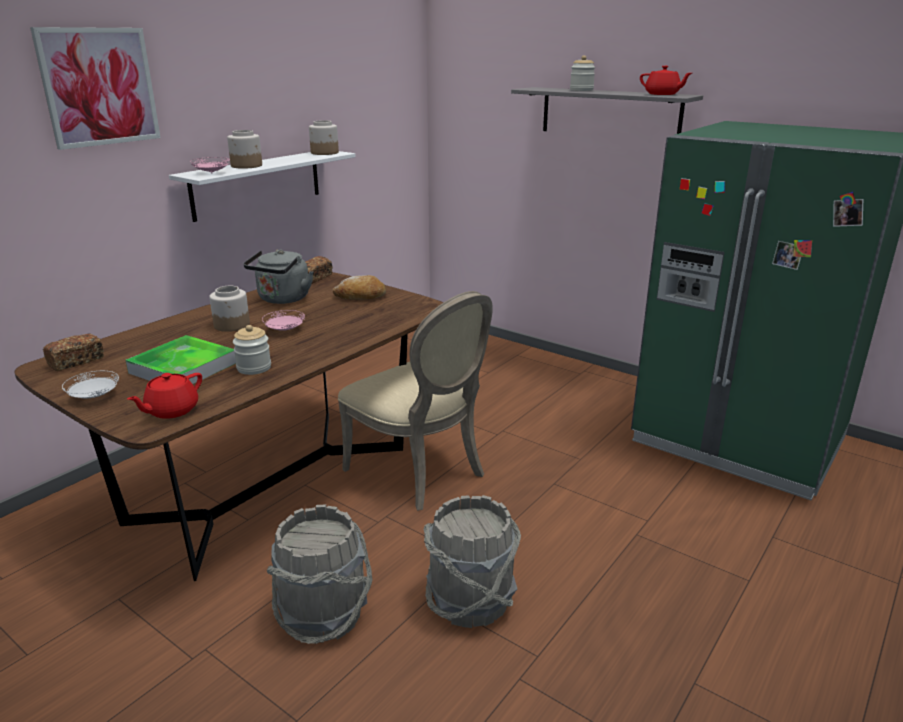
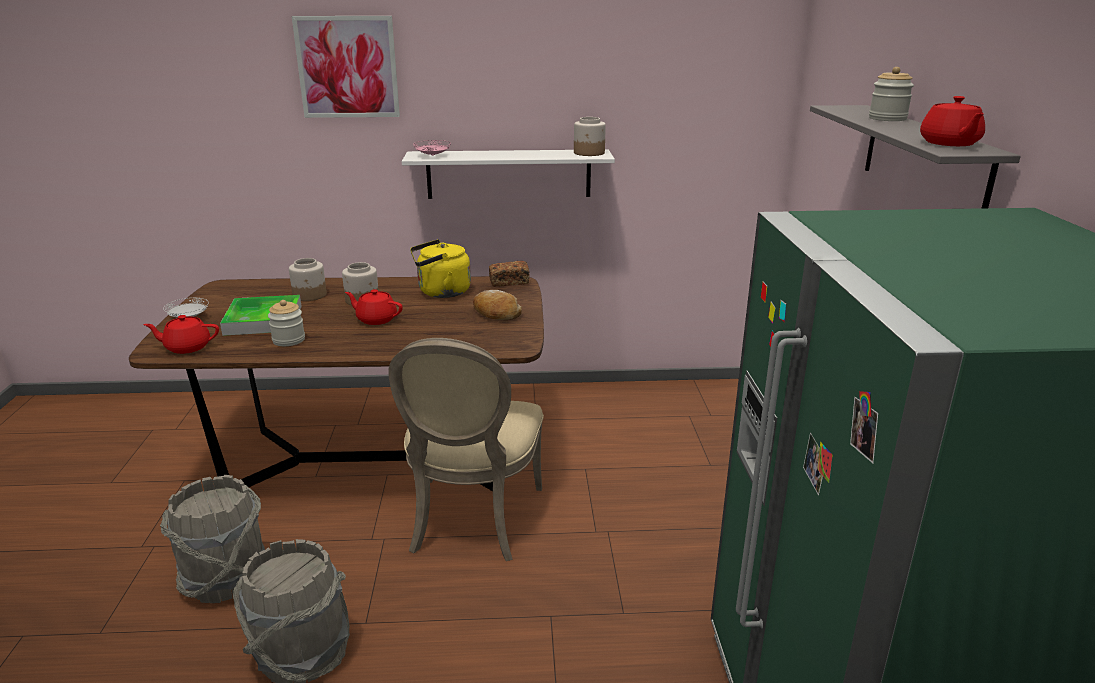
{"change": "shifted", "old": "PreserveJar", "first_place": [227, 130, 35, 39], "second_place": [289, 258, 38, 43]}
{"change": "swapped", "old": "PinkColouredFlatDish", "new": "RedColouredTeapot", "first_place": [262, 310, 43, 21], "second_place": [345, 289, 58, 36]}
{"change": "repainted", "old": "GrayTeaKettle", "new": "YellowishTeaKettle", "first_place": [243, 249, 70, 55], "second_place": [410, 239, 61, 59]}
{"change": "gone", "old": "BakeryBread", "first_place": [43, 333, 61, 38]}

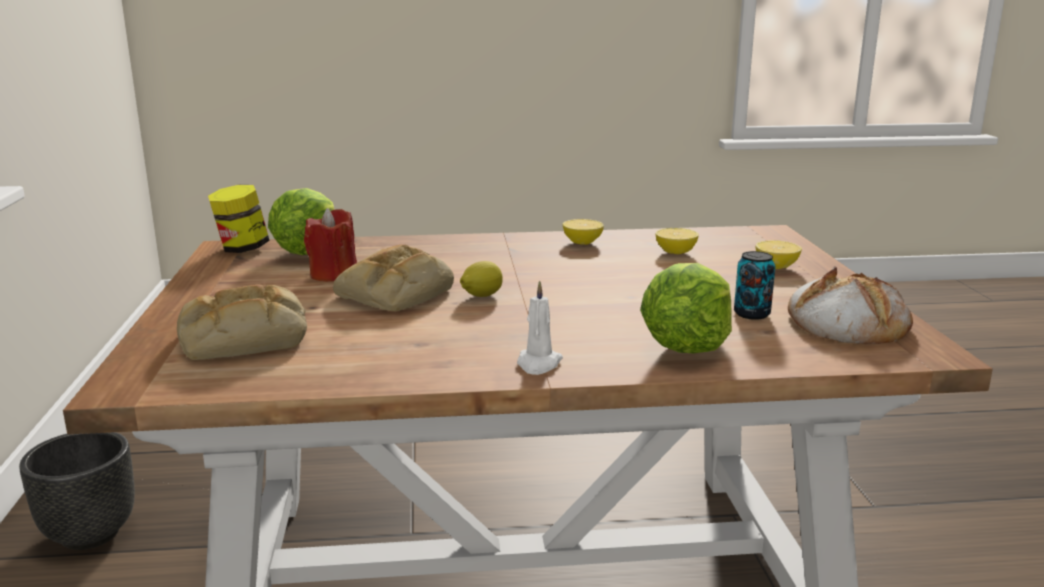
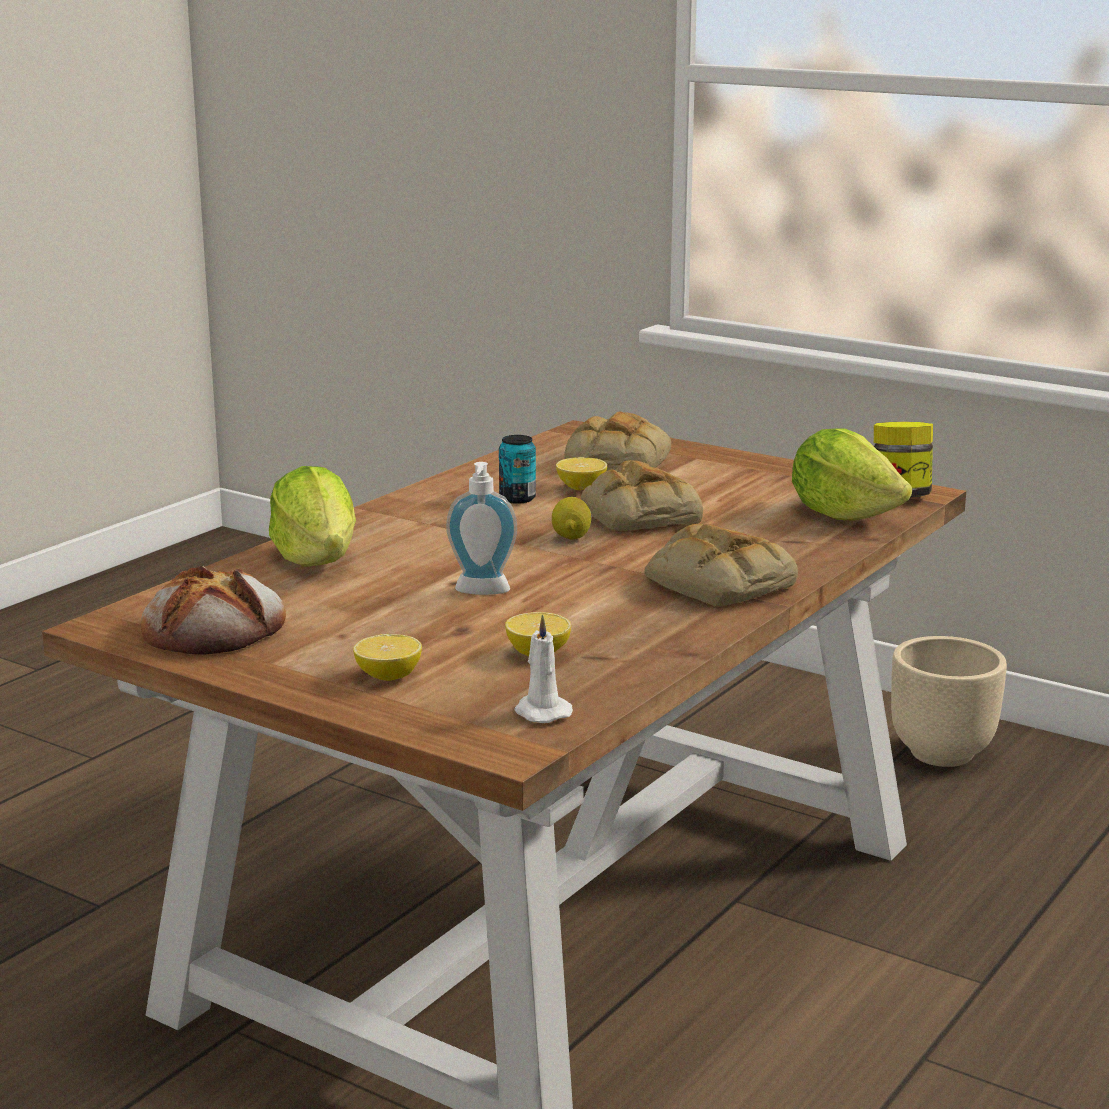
{"change": "new", "new": "LiquidSoapBottle", "second_place": [446, 462, 71, 133]}
{"change": "shifted", "old": "Can", "first_place": [734, 251, 41, 69], "second_place": [499, 435, 37, 69]}
{"change": "shifted", "old": "WhiteCandle", "first_place": [517, 280, 46, 95], "second_place": [514, 614, 59, 109]}
{"change": "shifted", "old": "WholeLemon", "first_place": [563, 219, 41, 26], "second_place": [556, 457, 51, 33]}
{"change": "new", "new": "BakeryBread", "second_place": [644, 524, 154, 82]}
{"change": "repainted", "old": "BlackPlanter", "new": "BeigePlanter", "first_place": [19, 432, 116, 118], "second_place": [891, 636, 116, 131]}
{"change": "gone", "old": "RedColouredCandle", "first_place": [304, 208, 53, 73]}

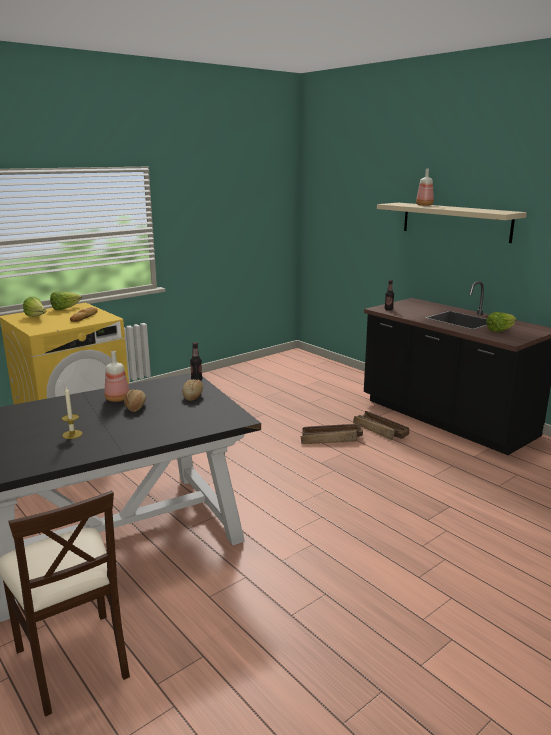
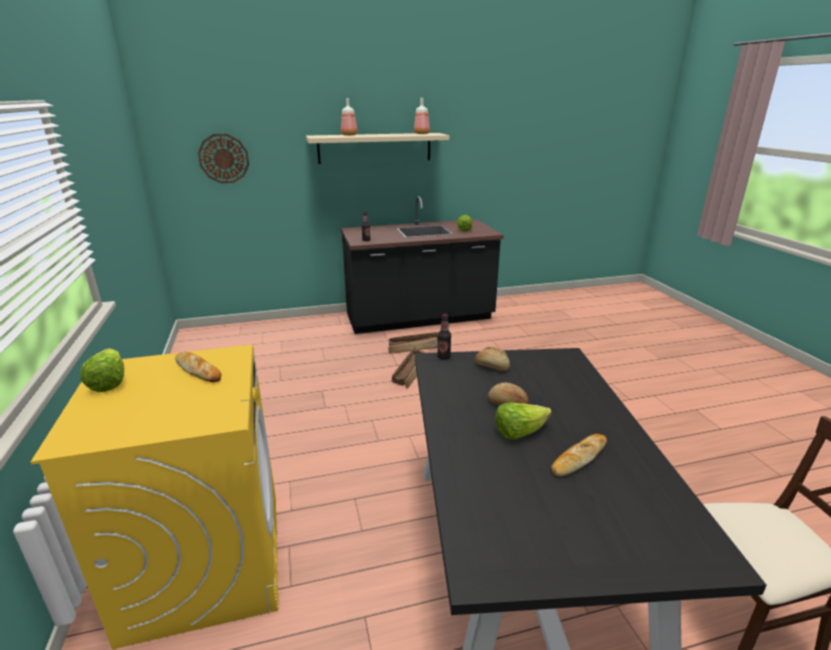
{"change": "new", "new": "WallClock", "second_place": [198, 134, 51, 49]}
{"change": "shifted", "old": "DrinkBottle", "first_place": [104, 351, 25, 51], "second_place": [414, 98, 16, 36]}
{"change": "shifted", "old": "LettuceHead", "first_place": [23, 297, 24, 20], "second_place": [495, 402, 57, 38]}
{"change": "swapped", "old": "Candle", "new": "BakeryBread", "first_place": [62, 386, 21, 53], "second_place": [551, 434, 56, 43]}

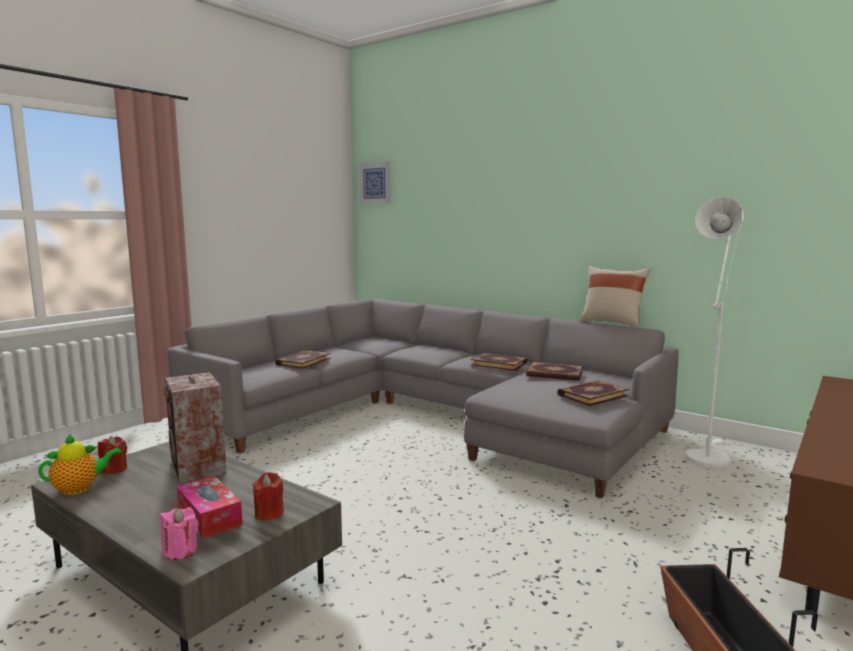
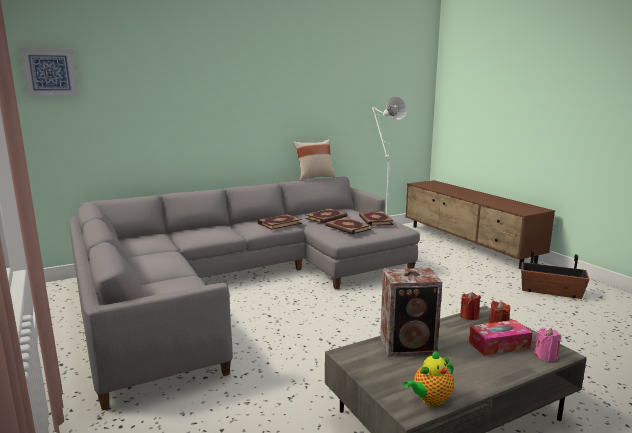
{"change": "shifted", "old": "Volume", "first_place": [275, 350, 56, 19], "second_place": [326, 217, 45, 18]}
{"change": "rotated", "old": "Teapot", "first_place": [38, 433, 83, 62], "second_place": [403, 350, 51, 56], "degrees": -120}
{"change": "shifted", "old": "RedColouredCandle", "first_place": [98, 436, 29, 38], "second_place": [460, 292, 21, 28]}

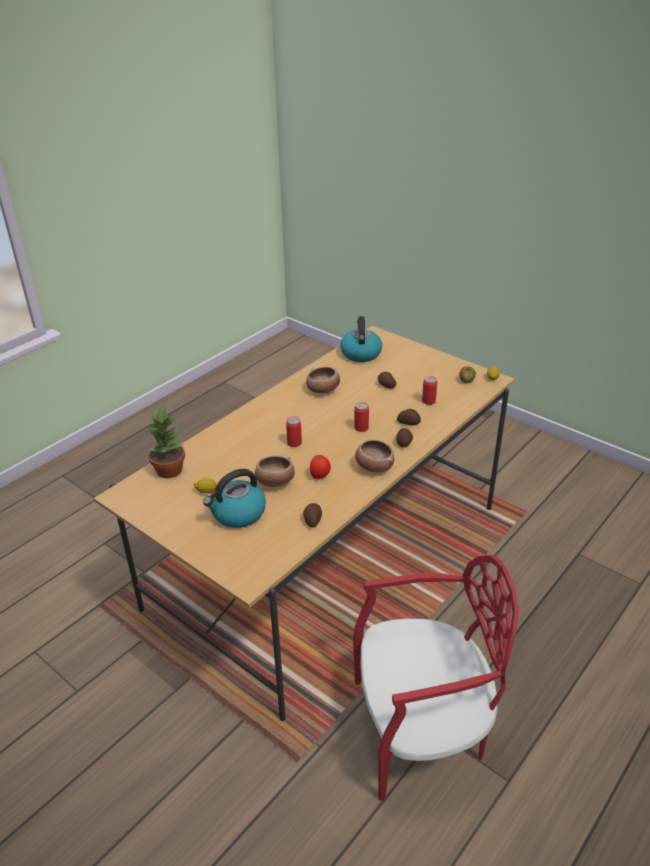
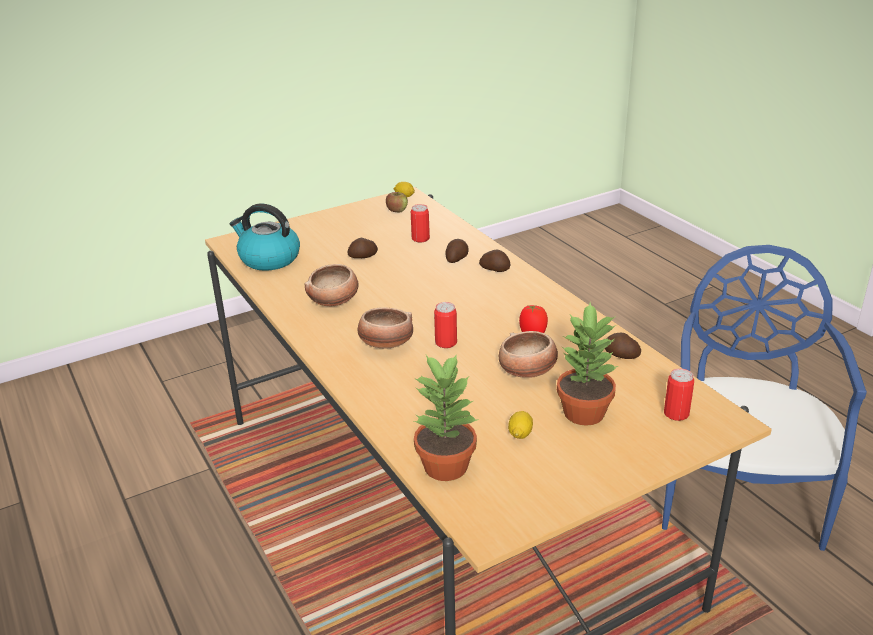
{"change": "shifted", "old": "Bowl", "first_place": [355, 440, 39, 33], "second_place": [358, 307, 55, 42]}
{"change": "swapped", "old": "TeaKettle", "new": "PottedPlant", "first_place": [203, 469, 63, 59], "second_place": [557, 303, 61, 123]}
{"change": "repainted", "old": "RedColouredUprightChair", "new": "BluishUprightChair", "first_place": [353, 555, 166, 246], "second_place": [662, 245, 205, 306]}
{"change": "shifted", "old": "Can", "first_place": [354, 402, 15, 30], "second_place": [664, 368, 30, 53]}

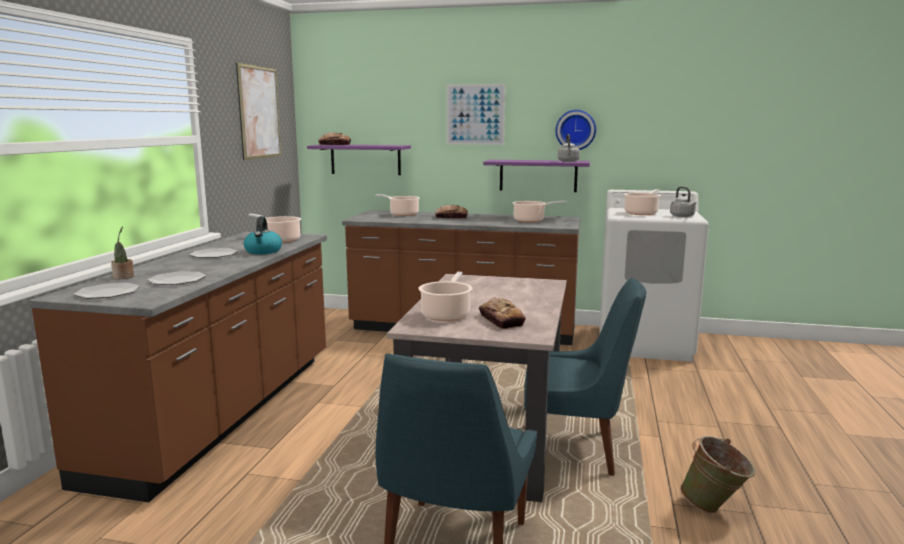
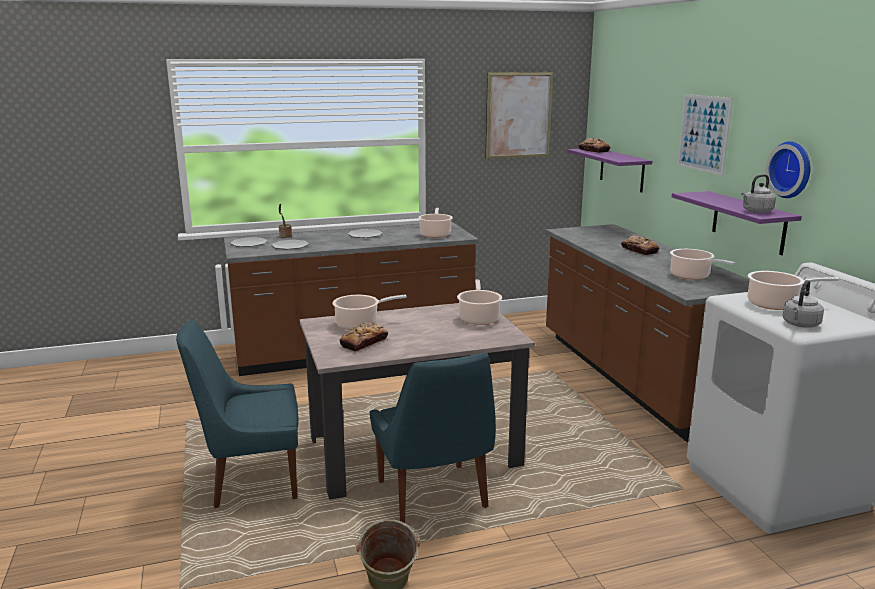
{"change": "shifted", "old": "CookingPot", "first_place": [375, 194, 45, 22], "second_place": [457, 280, 45, 45]}
{"change": "gone", "old": "TeaKettle", "first_place": [243, 216, 39, 38]}

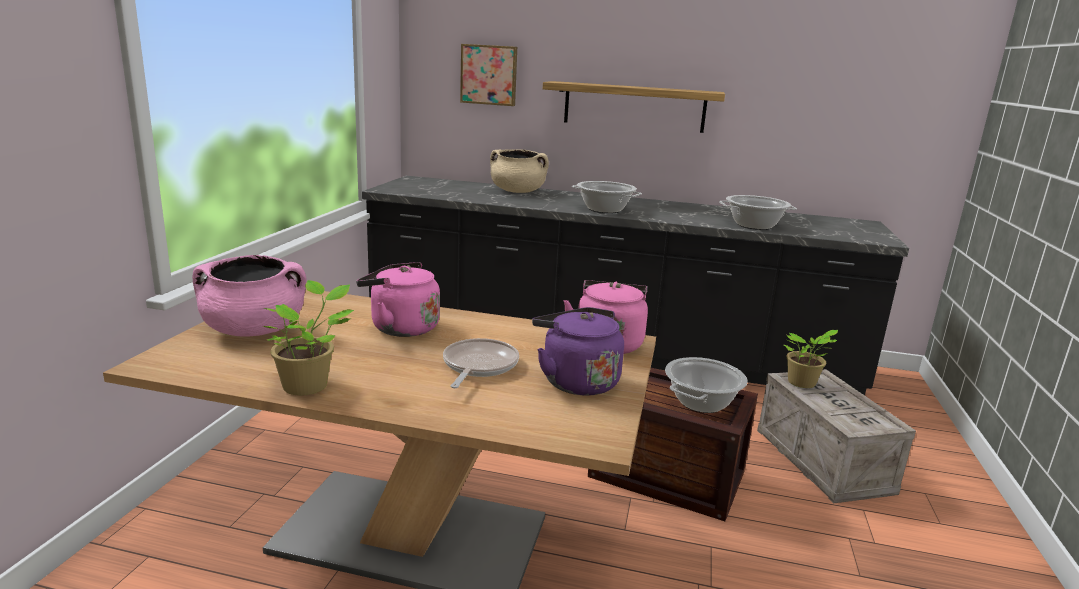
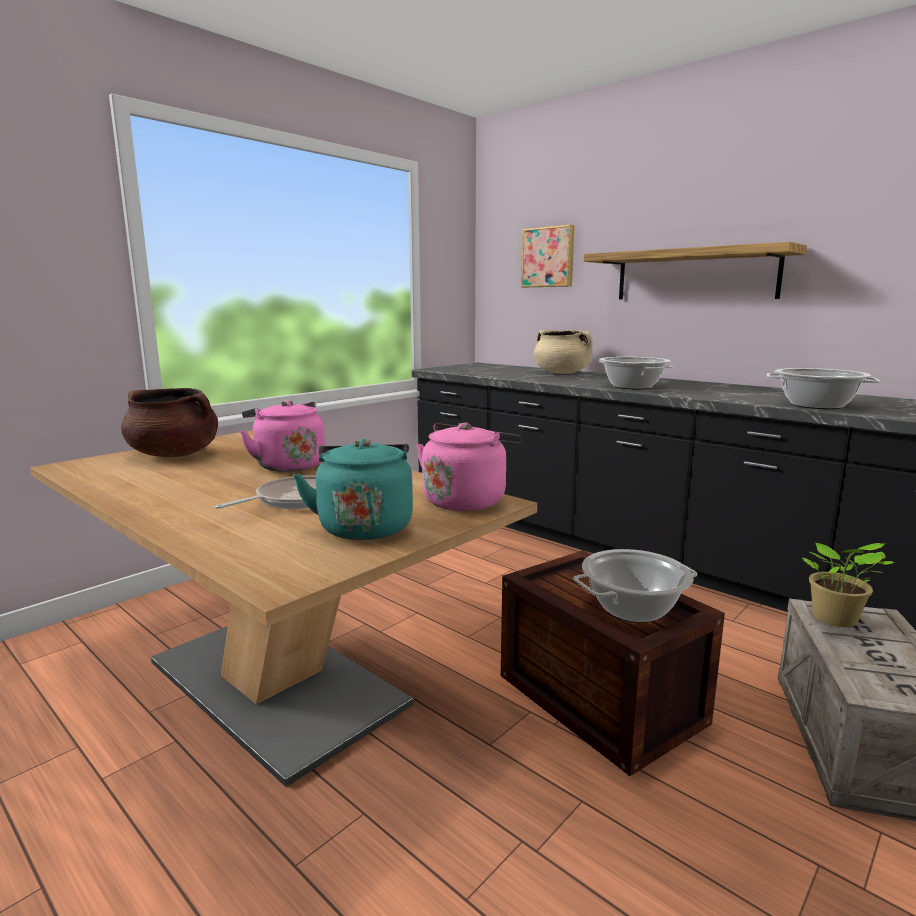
{"change": "repainted", "old": "PinkColouredCookingPot", "new": "BrownColouredCookingPot", "first_place": [192, 255, 115, 82], "second_place": [121, 388, 97, 69]}
{"change": "repainted", "old": "PurpleColouredTeaKettle", "new": "TurquoiseColouredTeaKettle", "first_place": [532, 307, 92, 89], "second_place": [293, 439, 120, 101]}
{"change": "gone", "old": "PottedPlant", "first_place": [264, 280, 90, 116]}

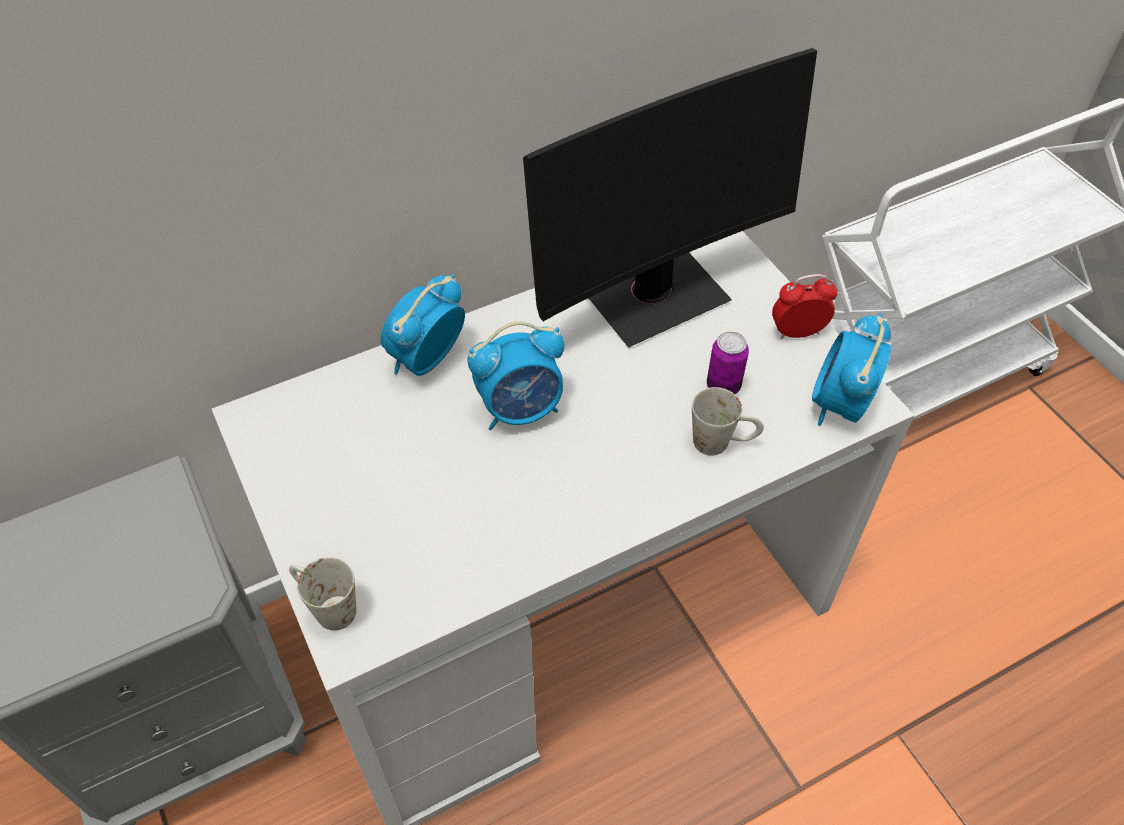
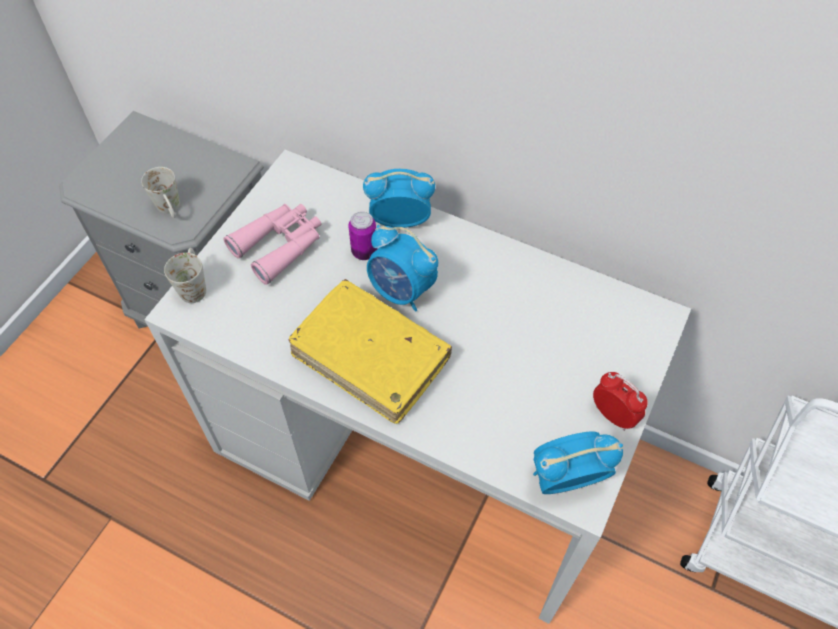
{"change": "shifted", "old": "WhiteTeaMug", "first_place": [692, 387, 72, 69], "second_place": [141, 167, 39, 51]}
{"change": "new", "new": "PinkColouredFieldGlasses", "second_place": [223, 204, 99, 81]}
{"change": "new", "new": "YellowishVolume", "second_place": [289, 279, 163, 145]}
{"change": "shifted", "old": "Can", "first_place": [707, 331, 42, 63], "second_place": [348, 211, 30, 49]}
{"change": "gone", "old": "ComputerScreen", "first_place": [523, 48, 294, 300]}

